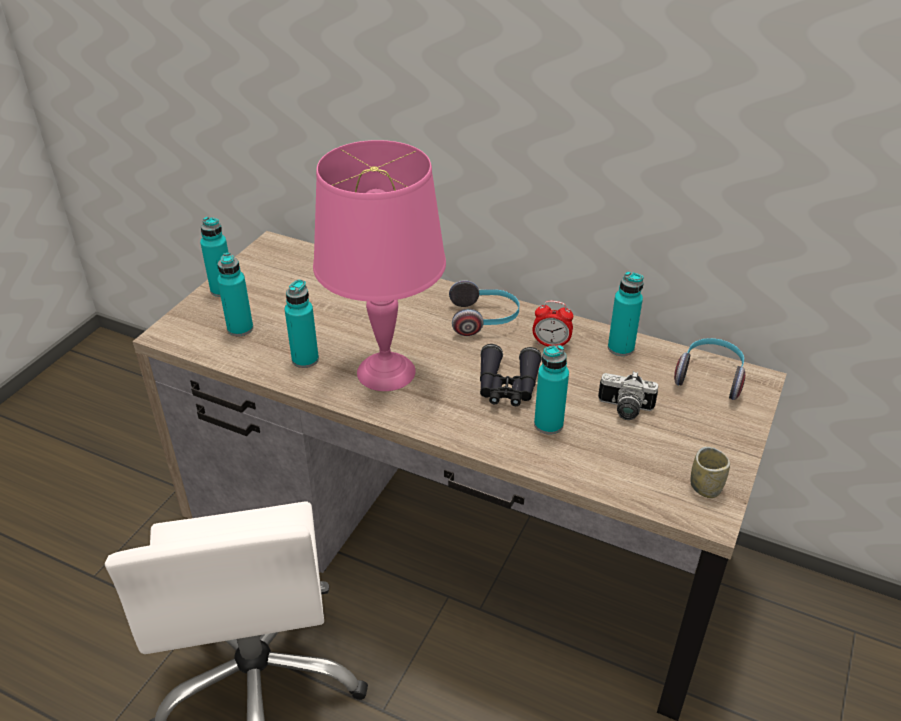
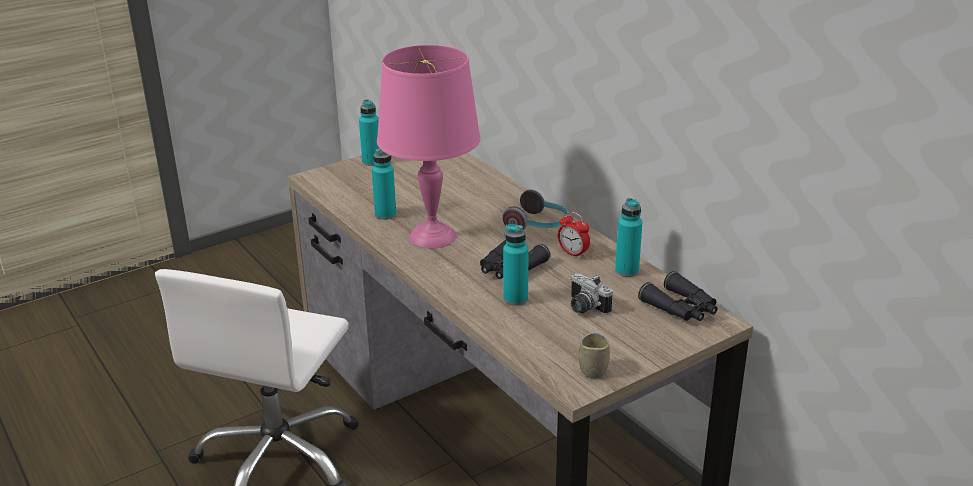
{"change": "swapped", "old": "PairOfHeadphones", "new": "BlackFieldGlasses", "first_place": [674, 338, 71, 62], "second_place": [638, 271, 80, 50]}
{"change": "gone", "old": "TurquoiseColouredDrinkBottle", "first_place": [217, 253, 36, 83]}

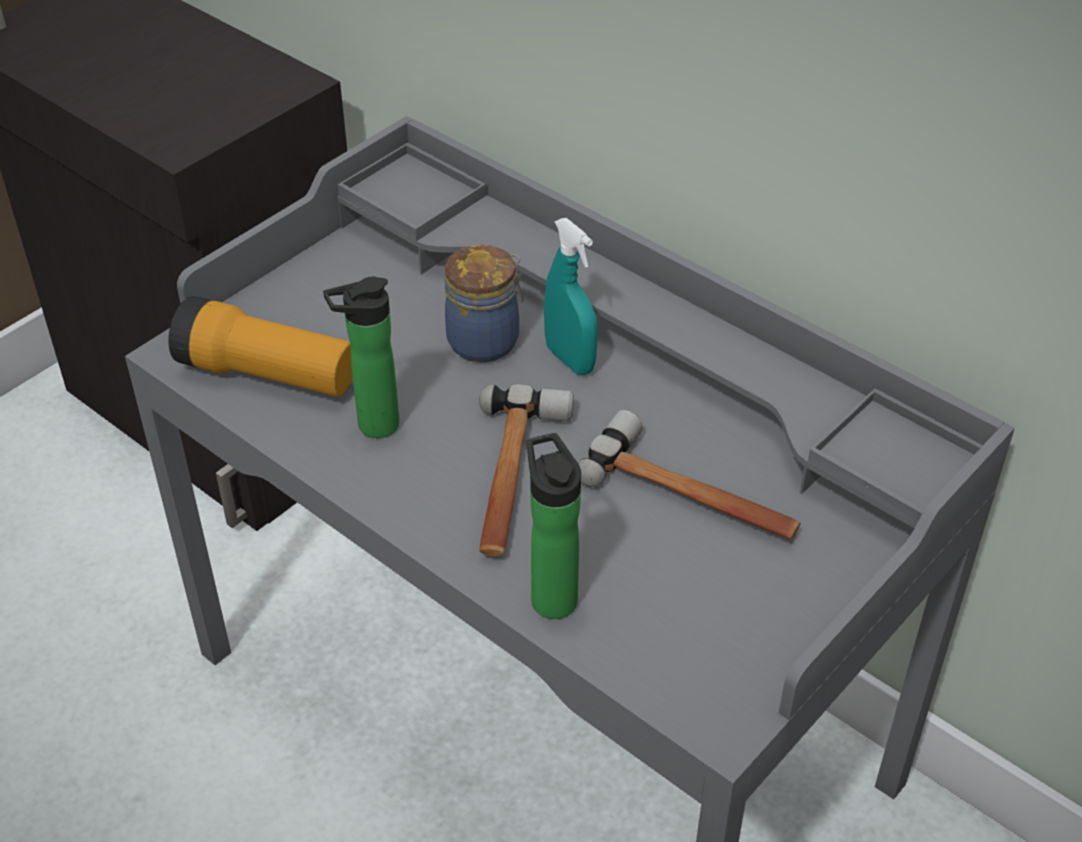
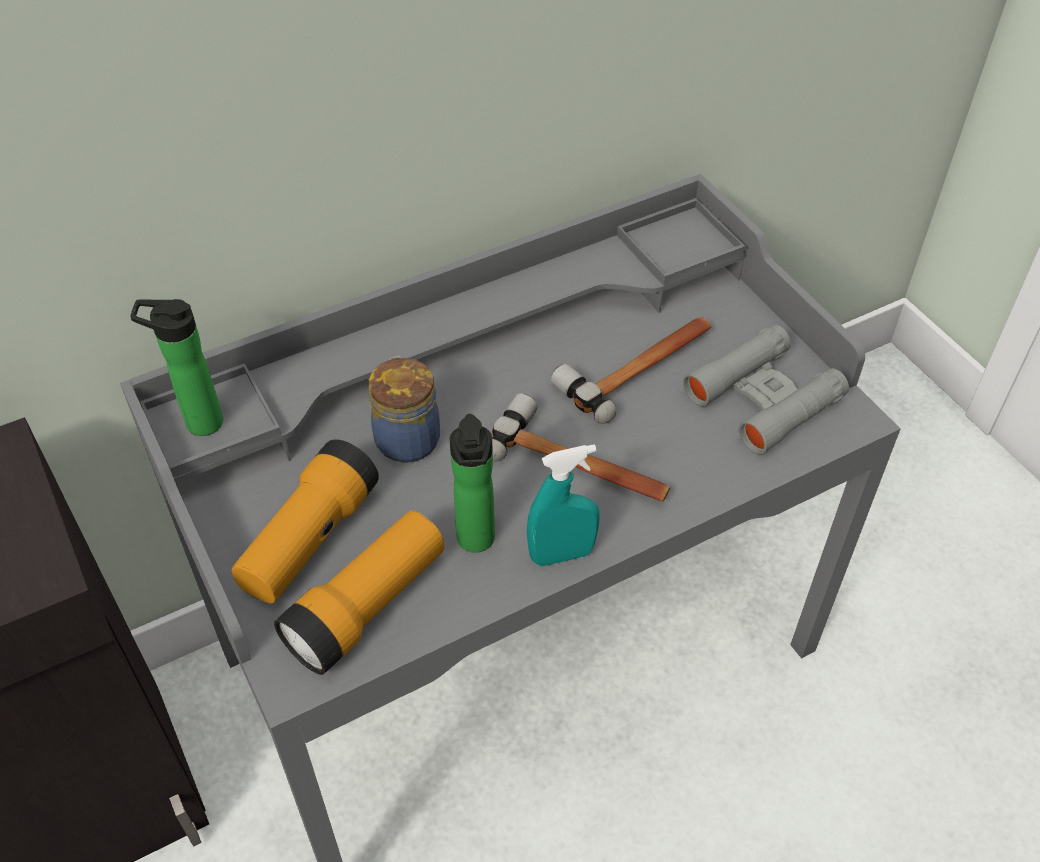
{"change": "shifted", "old": "DrinkBottle", "first_place": [527, 433, 54, 186], "second_place": [131, 299, 92, 137]}
{"change": "new", "new": "Flashlight", "second_place": [232, 440, 147, 164]}
{"change": "shifted", "old": "TurquoiseColouredSprayer", "first_place": [544, 218, 54, 157], "second_place": [527, 444, 73, 122]}
{"change": "new", "new": "GrayFieldGlasses", "second_place": [683, 325, 166, 130]}

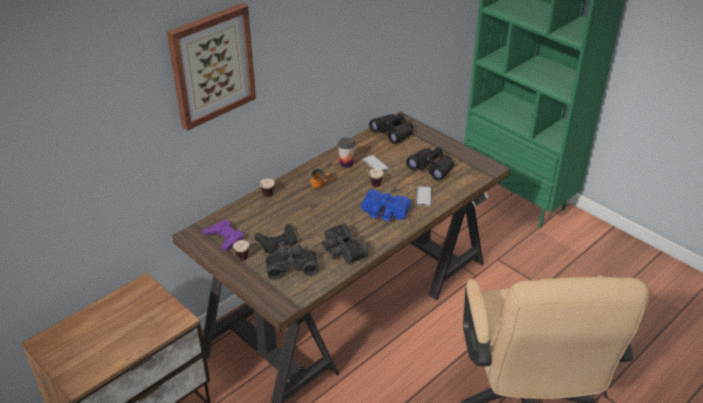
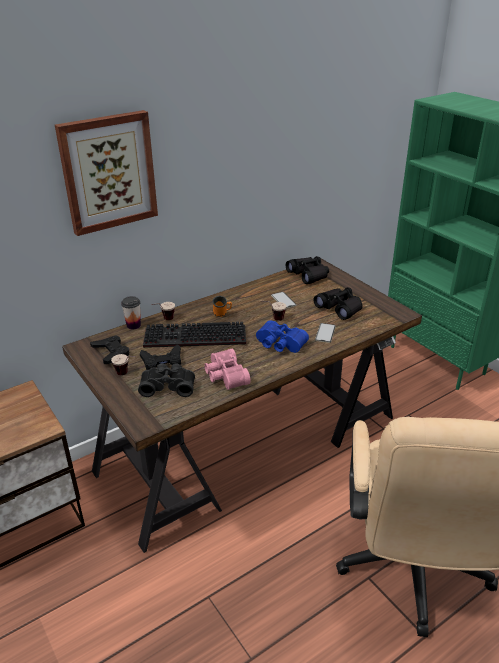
{"change": "repainted", "old": "PurpleColouredGameController", "new": "BlackGameController", "first_place": [202, 220, 42, 31], "second_place": [90, 335, 40, 29]}
{"change": "shifted", "old": "DrinkingCup", "first_place": [338, 137, 17, 31], "second_place": [121, 296, 20, 34]}
{"change": "new", "new": "PcKeyboard", "second_place": [143, 322, 103, 26]}
{"change": "repainted", "old": "BlackFieldGlasses", "new": "PinkColouredFieldGlasses", "first_place": [322, 223, 47, 41], "second_place": [204, 349, 47, 41]}

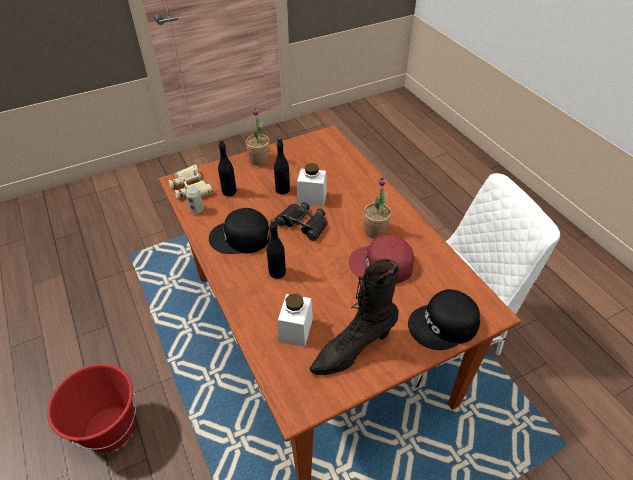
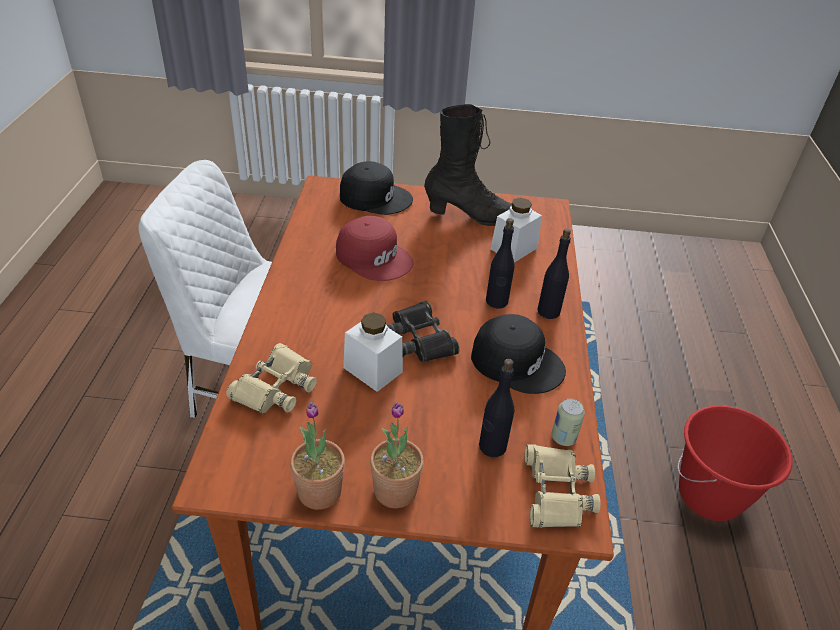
{"change": "new", "new": "BeigeFieldGlasses", "second_place": [226, 343, 91, 71]}
{"change": "shifted", "old": "PottedPlant", "first_place": [363, 177, 28, 62], "second_place": [290, 402, 55, 108]}
{"change": "shifted", "old": "BlackDrinkBottle", "first_place": [274, 137, 16, 57], "second_place": [537, 229, 34, 90]}

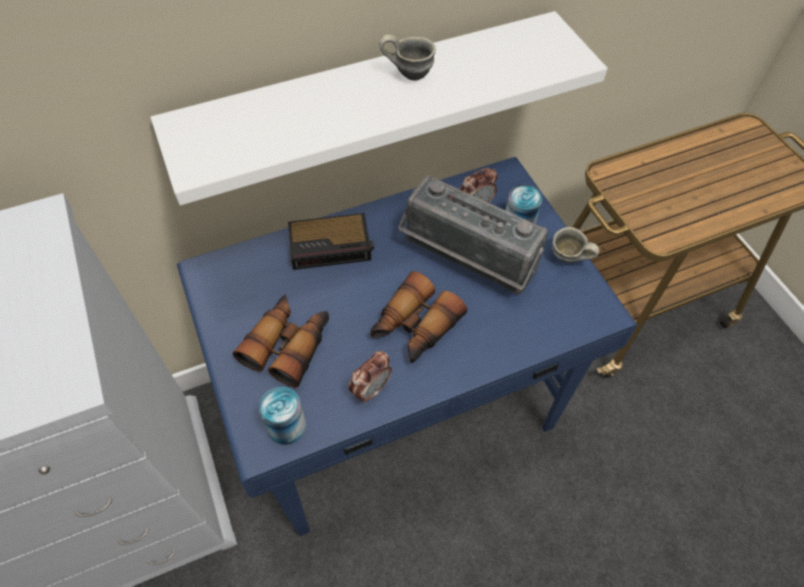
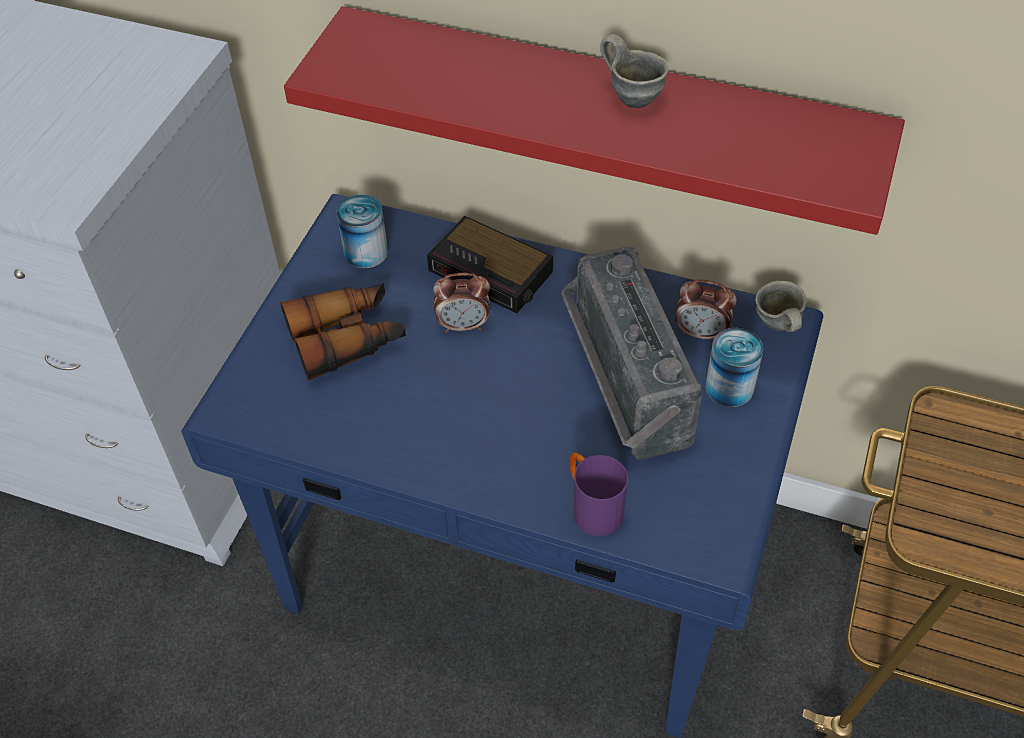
{"change": "repainted", "old": "WhiteBracketShelf", "new": "RedColouredBracketShelf", "first_place": [151, 11, 457, 194], "second_place": [284, 6, 621, 229]}
{"change": "shifted", "old": "Can", "first_place": [259, 387, 47, 58], "second_place": [337, 194, 51, 75]}
{"change": "shifted", "old": "TableClock", "first_place": [349, 351, 43, 52], "second_place": [434, 273, 56, 60]}
{"change": "new", "new": "PurpleColouredTeaMug", "second_place": [569, 452, 59, 84]}
{"change": "shifted", "old": "GrayTeaMug", "first_place": [552, 227, 48, 36], "second_place": [755, 281, 52, 51]}
{"change": "gone", "old": "FieldGlasses", "first_place": [370, 271, 97, 92]}

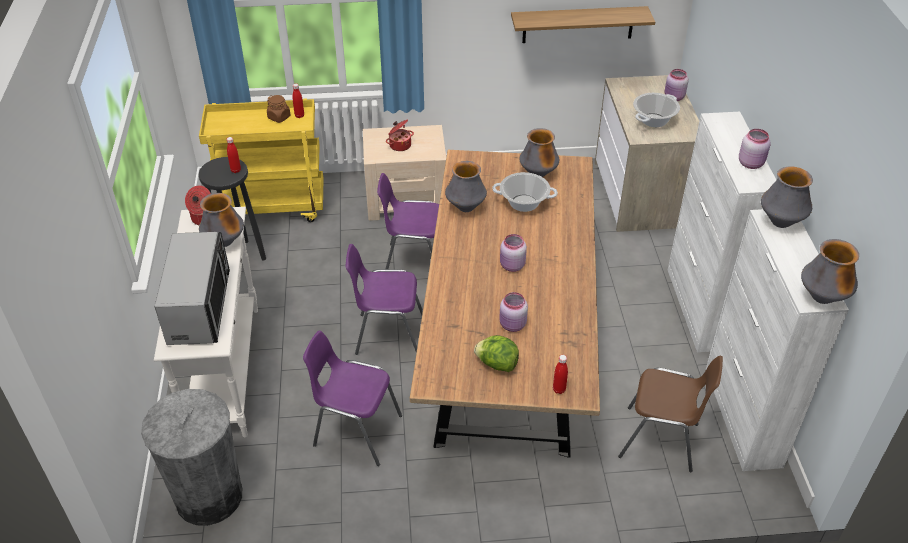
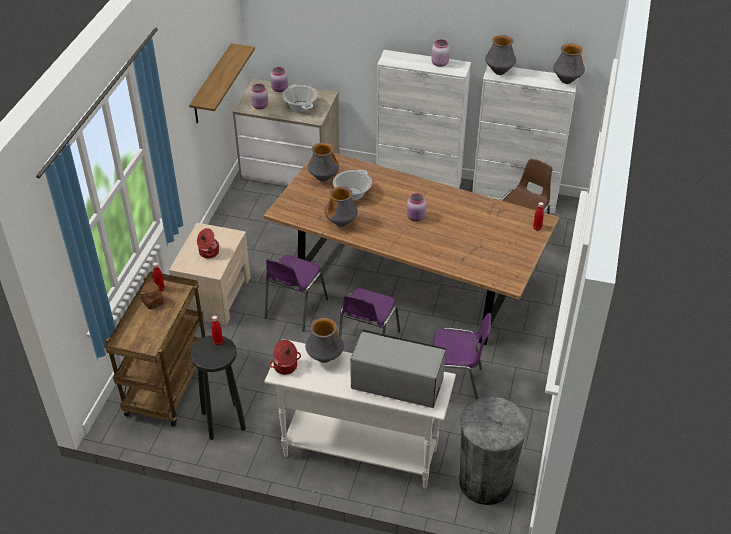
{"change": "repainted", "old": "YellowishTrolley", "new": "BrownColouredTrolley", "first_place": [199, 98, 124, 124], "second_place": [105, 271, 101, 156]}
{"change": "shifted", "old": "PinkColouredPreserveJar", "first_place": [499, 292, 29, 40], "second_place": [250, 84, 18, 25]}
{"change": "rotated", "old": "PurpleColouredUprightChair", "first_place": [303, 331, 99, 135], "second_place": [432, 313, 59, 87], "degrees": -120}
{"change": "gone", "old": "LettuceHead", "first_place": [474, 335, 45, 37]}

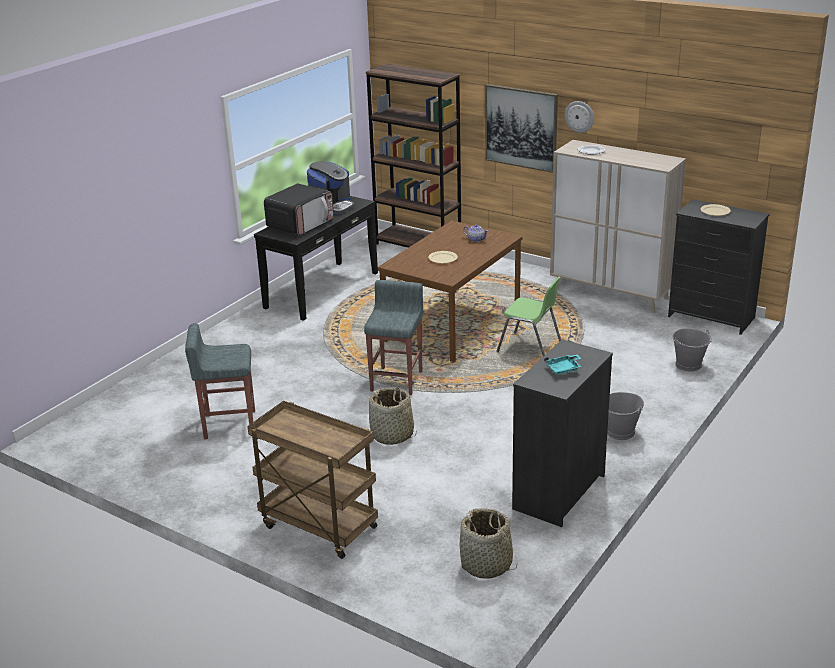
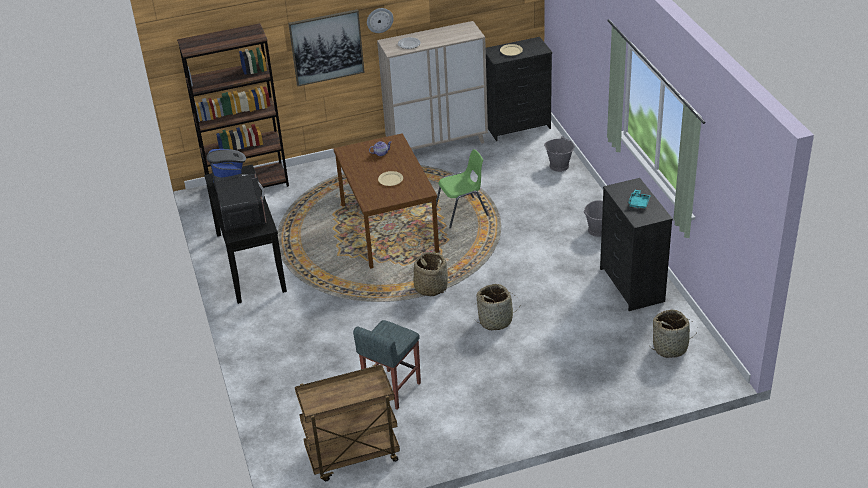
{"change": "shifted", "old": "BrownColouredTrolley", "first_place": [247, 401, 131, 158], "second_place": [295, 364, 105, 117]}
{"change": "swapped", "old": "GrayStool", "new": "HouseholdBasket", "first_place": [364, 280, 60, 115], "second_place": [413, 252, 35, 44]}

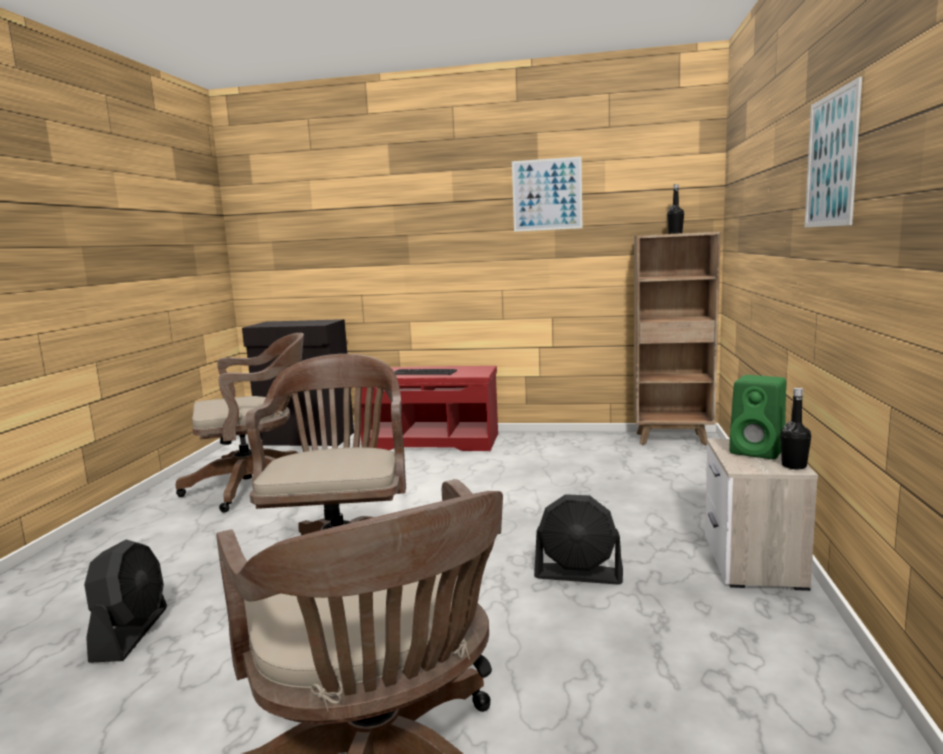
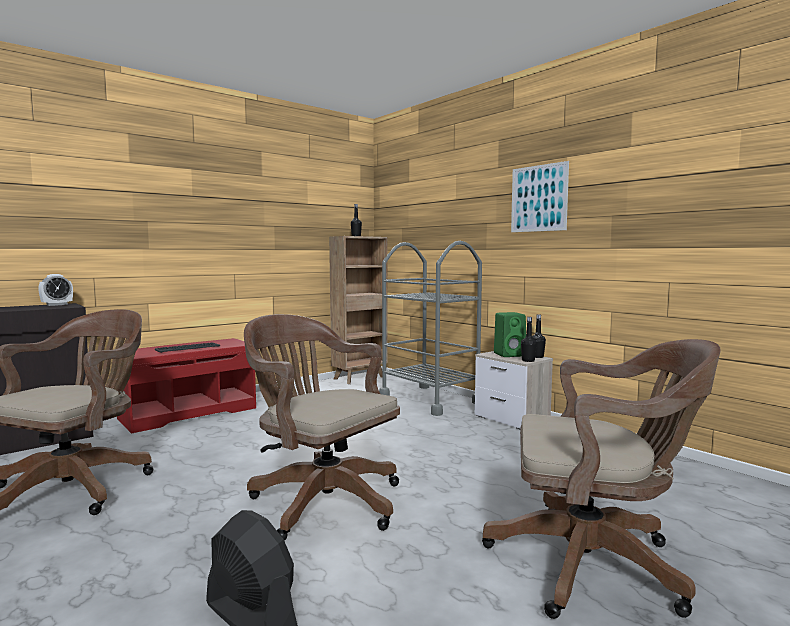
{"change": "new", "new": "TableClock", "second_place": [38, 274, 35, 32]}
{"change": "new", "new": "GrayTrolley", "second_place": [379, 241, 103, 175]}
{"change": "new", "new": "BlackDrinkBottle", "second_place": [521, 317, 16, 45]}
{"change": "gone", "old": "WallArt", "first_place": [512, 156, 70, 76]}
{"change": "gone", "old": "BlackElectricFan", "first_place": [534, 494, 89, 91]}

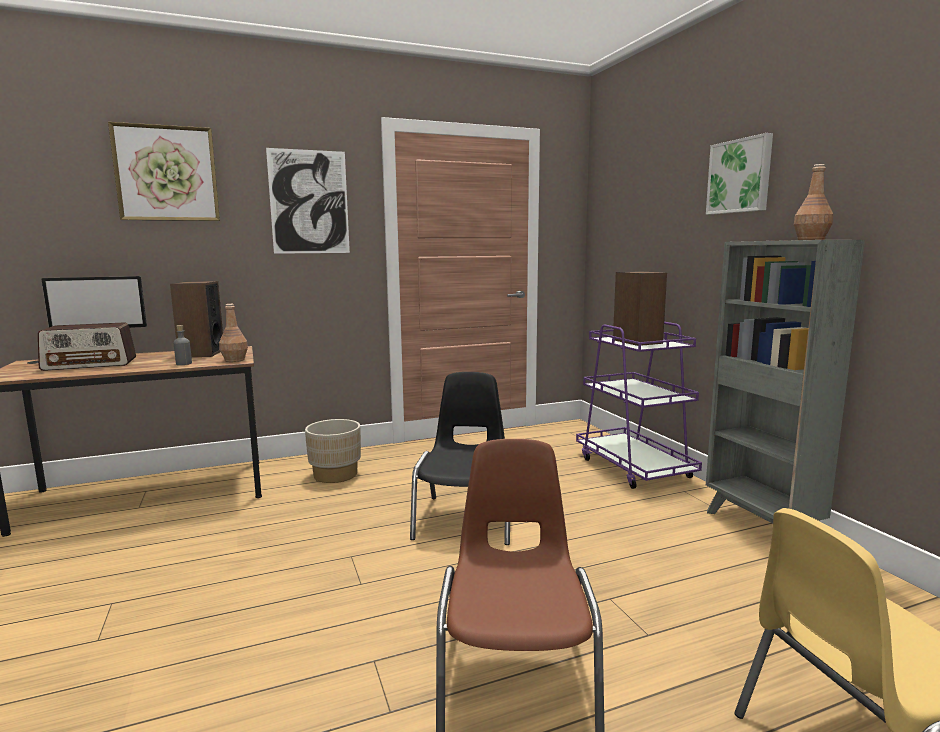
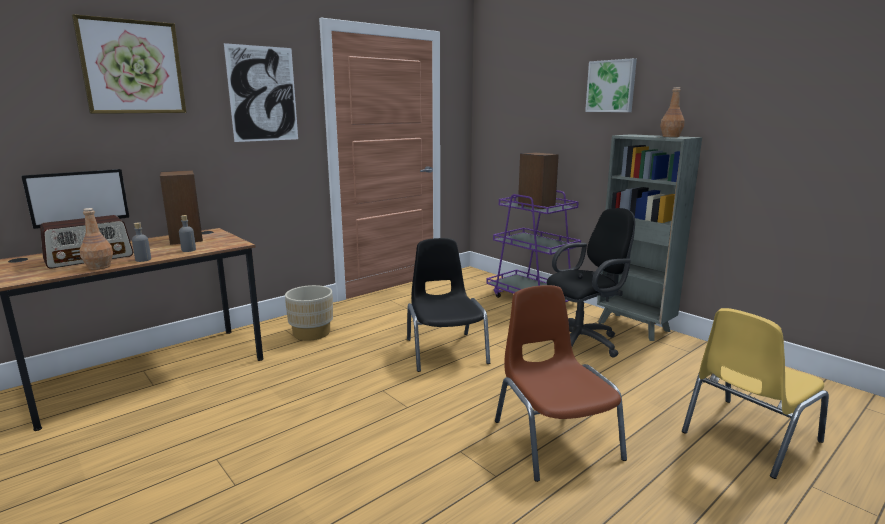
{"change": "shifted", "old": "BrownColouredDrinkBottle", "first_place": [219, 304, 29, 58], "second_place": [79, 208, 34, 62]}
{"change": "new", "new": "GrayDrinkBottle", "second_place": [132, 222, 19, 40]}
{"change": "new", "new": "BlackOfficeChair", "second_place": [547, 208, 88, 150]}

